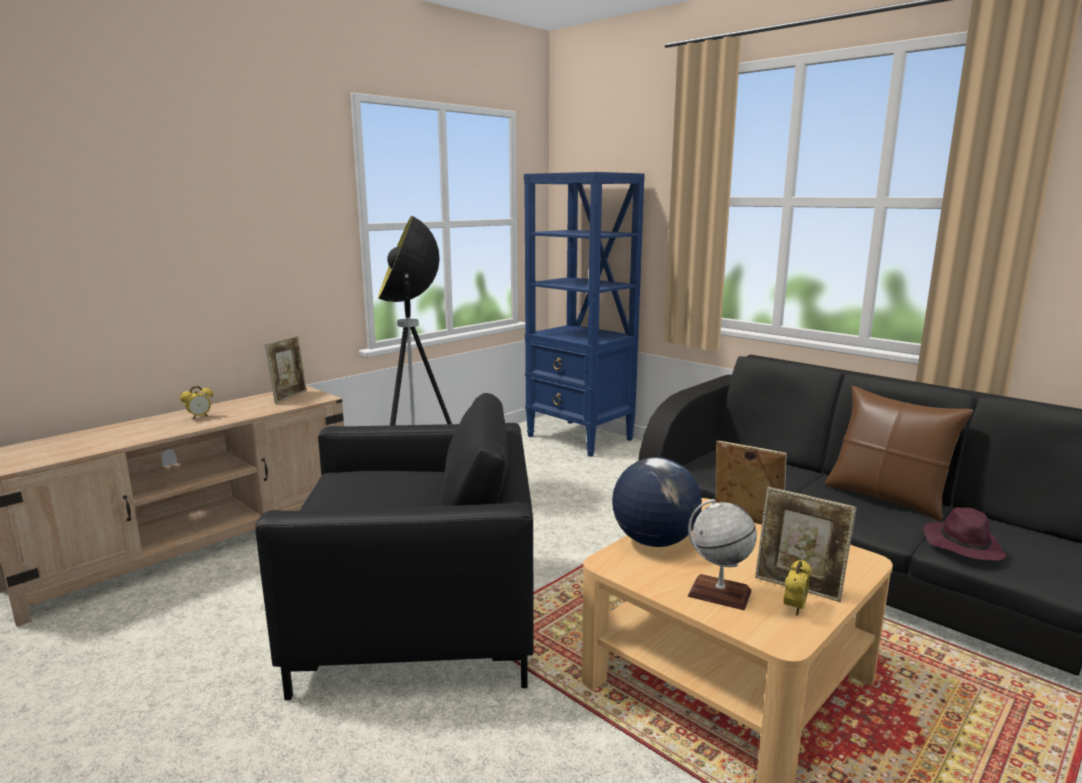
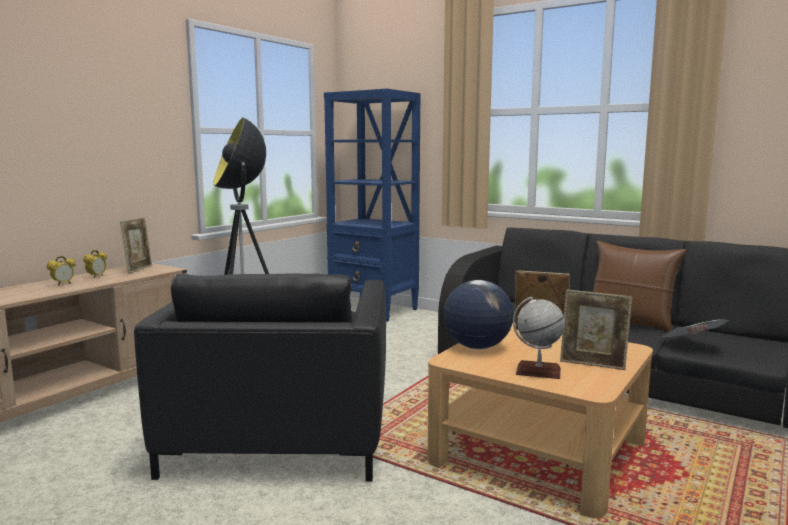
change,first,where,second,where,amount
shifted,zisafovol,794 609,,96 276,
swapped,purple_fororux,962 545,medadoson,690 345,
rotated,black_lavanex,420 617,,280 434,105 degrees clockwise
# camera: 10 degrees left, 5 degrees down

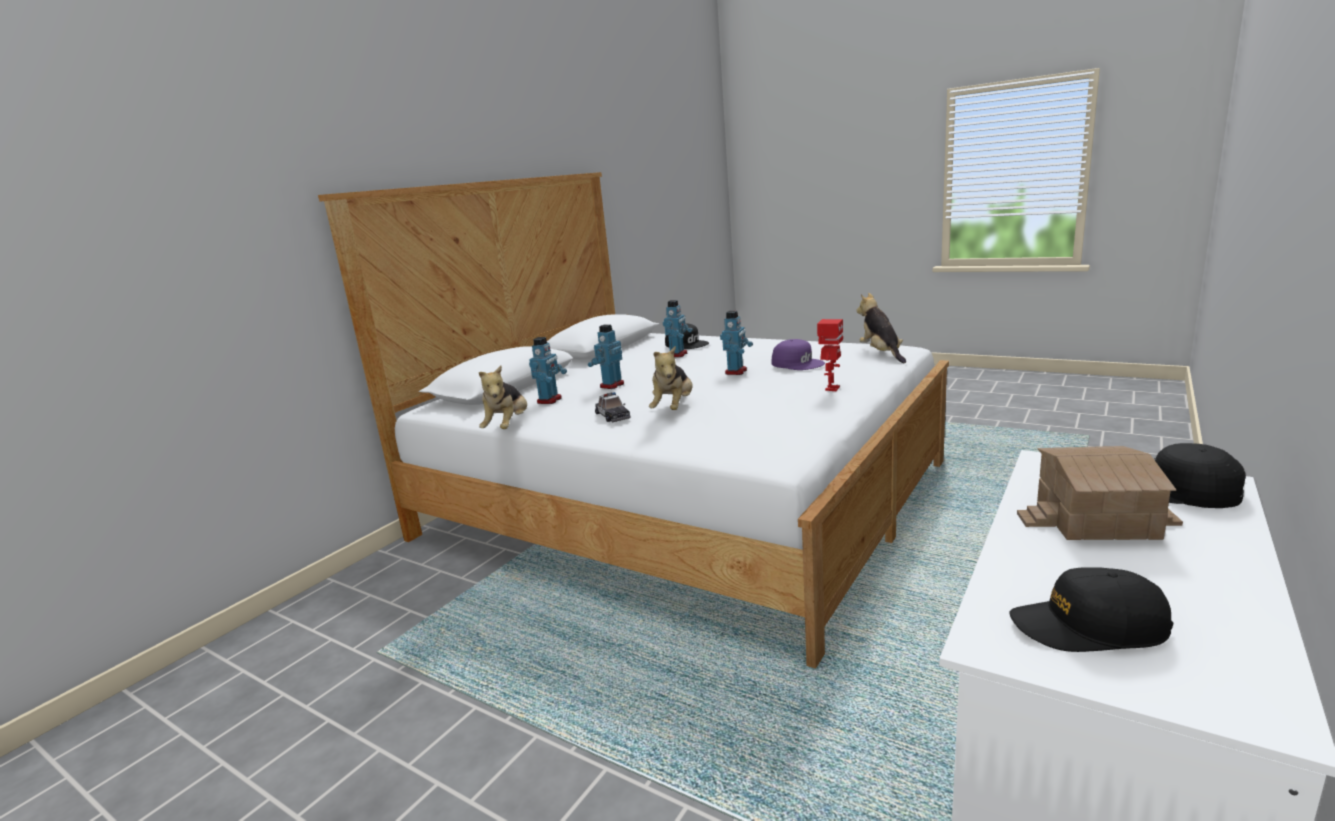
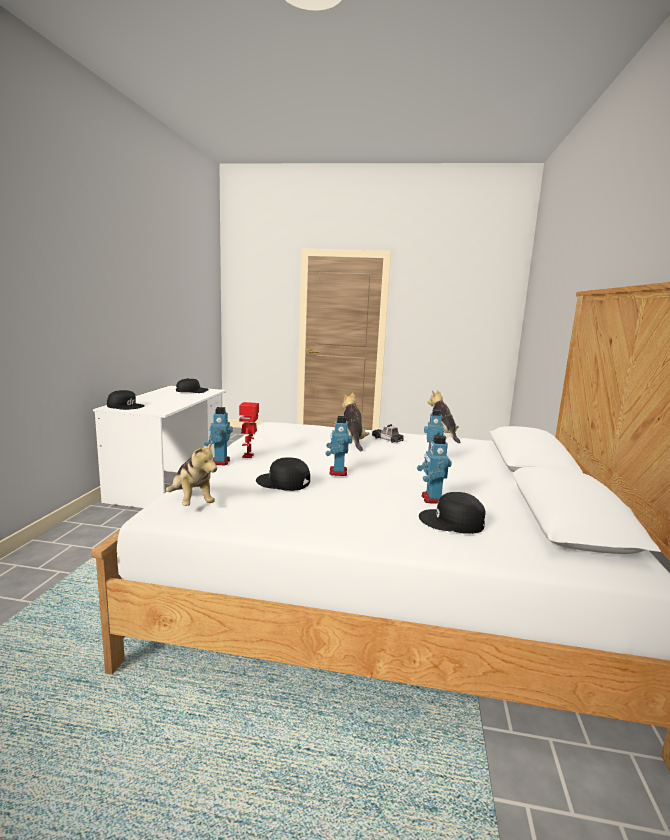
change,first,where,second,where,amount
gone,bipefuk,1097 520,,,
shifted,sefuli,550 400,,219 462,
repainted,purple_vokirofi,797 363,black_vokirofi,283 482,
# camera: 155 degrees right, 5 degrees down

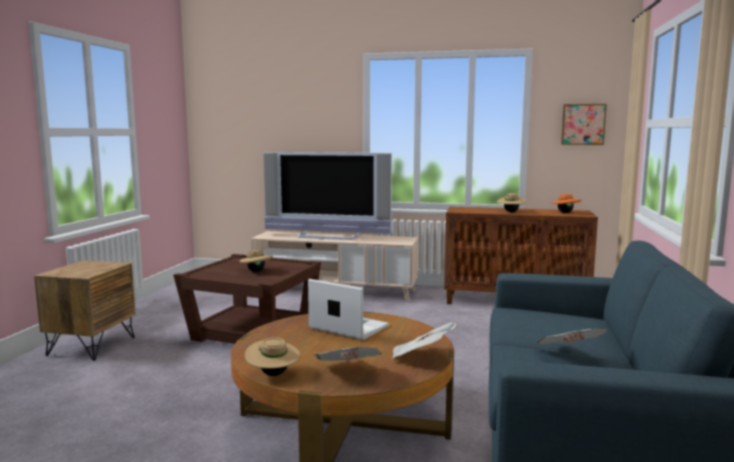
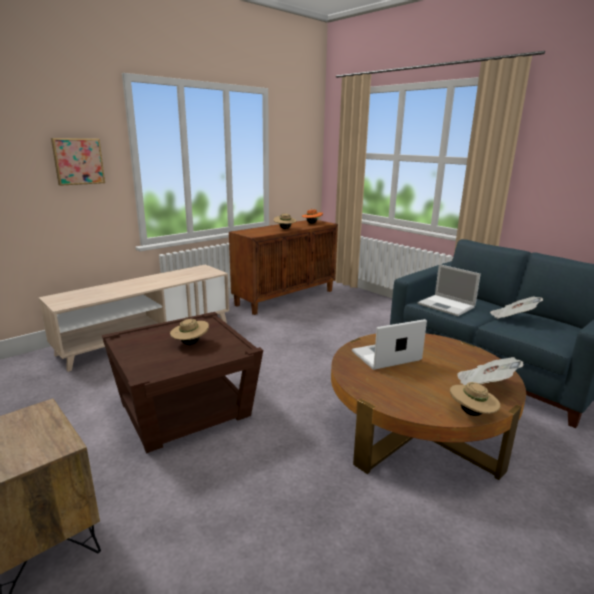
change,first,where,second,where,amount
gone,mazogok,328 236,,,
gone,medadoson,420 357,,,
new,,,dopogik,447 306,
shifted,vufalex,583 124,,78 161,
# camera: 55 degrees left, 10 degrees up

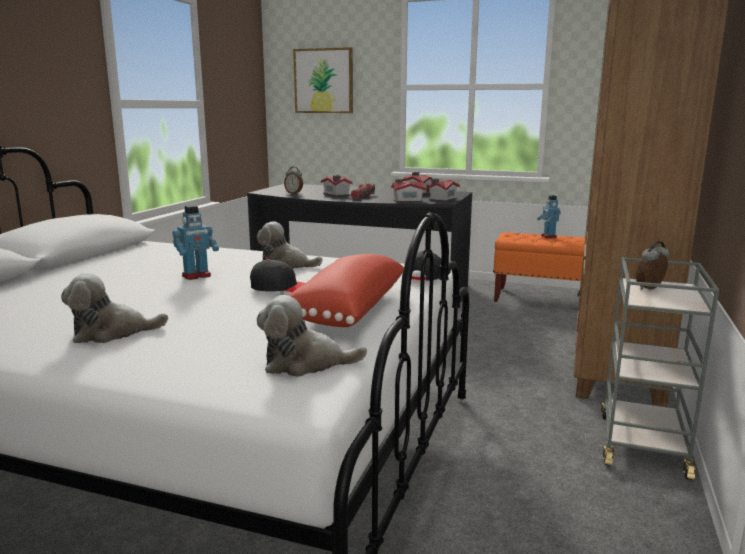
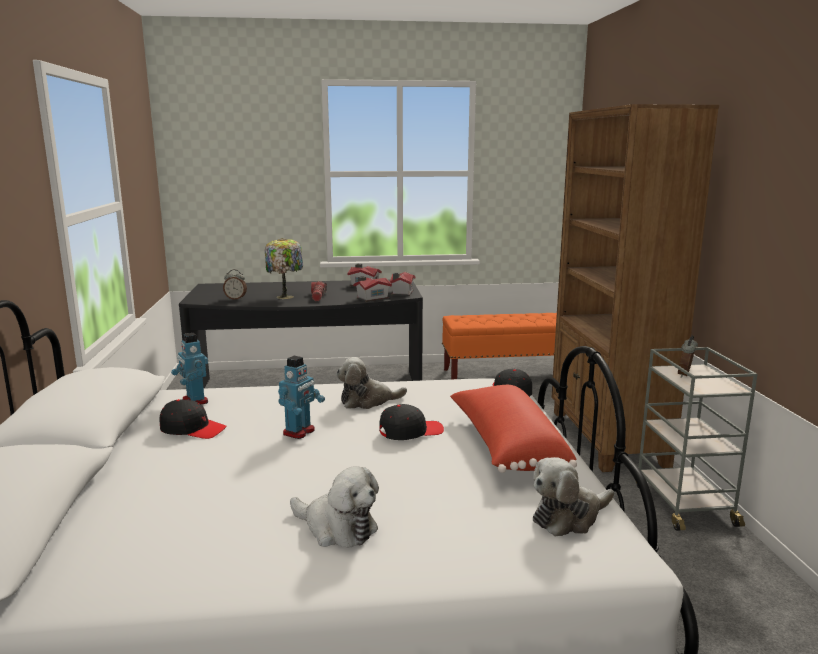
change,first,where,second,where,amount
gone,vufalex,323 81,,,
new,,,black_vokirofi,192 429,
shifted,sefuli,548 236,,194 401,
swapped,bipefuk,336 195,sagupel,286 297,
rotated,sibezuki,111 333,,337 528,105 degrees counterclockwise
# camera: 25 degrees left, 0 degrees up

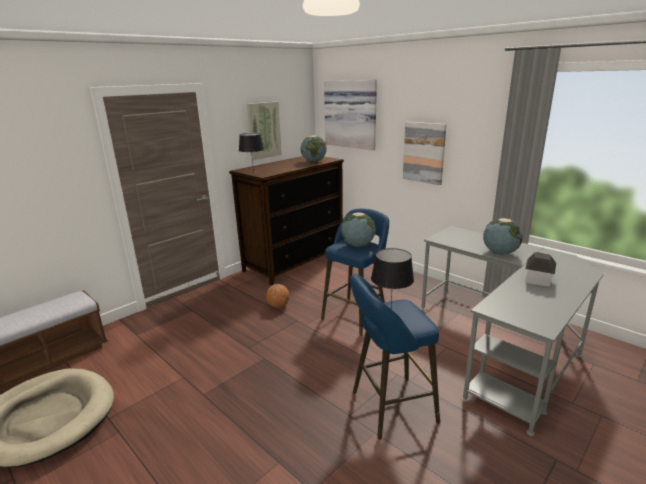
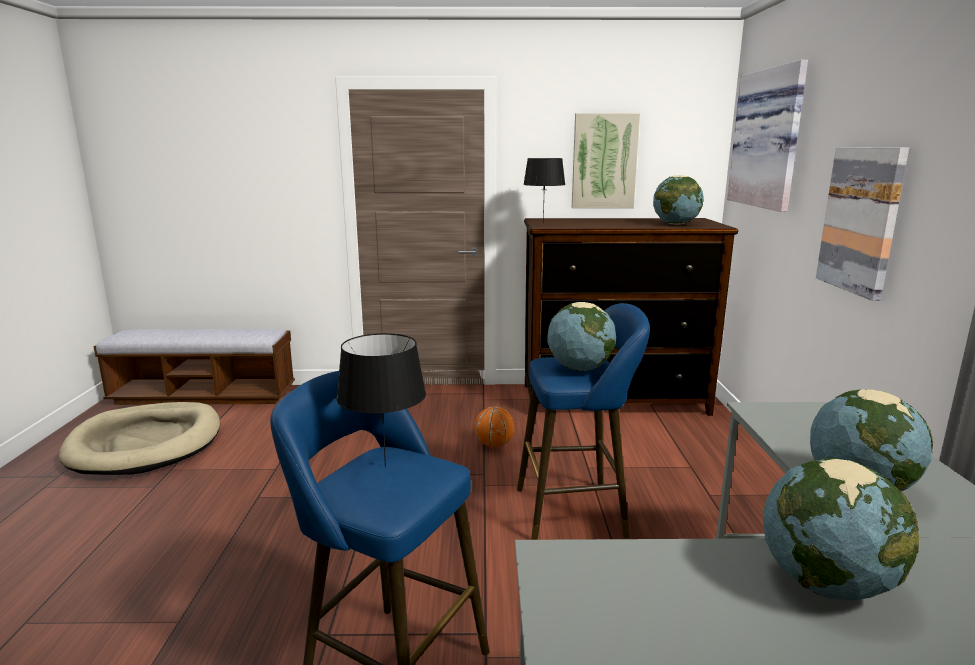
change,first,where,second,where,amount
swapped,bipefuk,538 280,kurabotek,826 583,
# camera: 45 degrees right, 5 degrees down

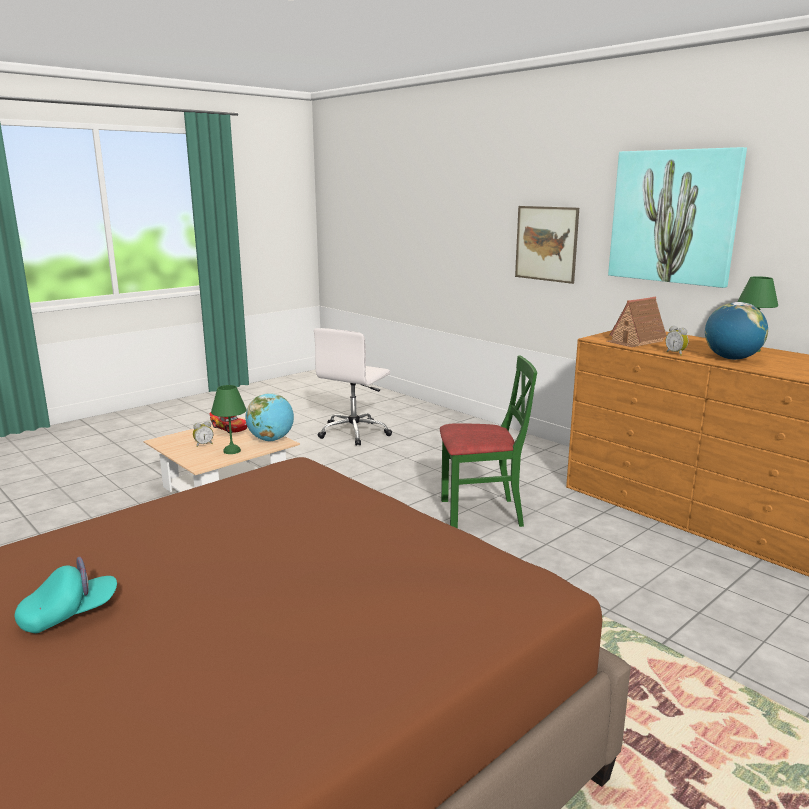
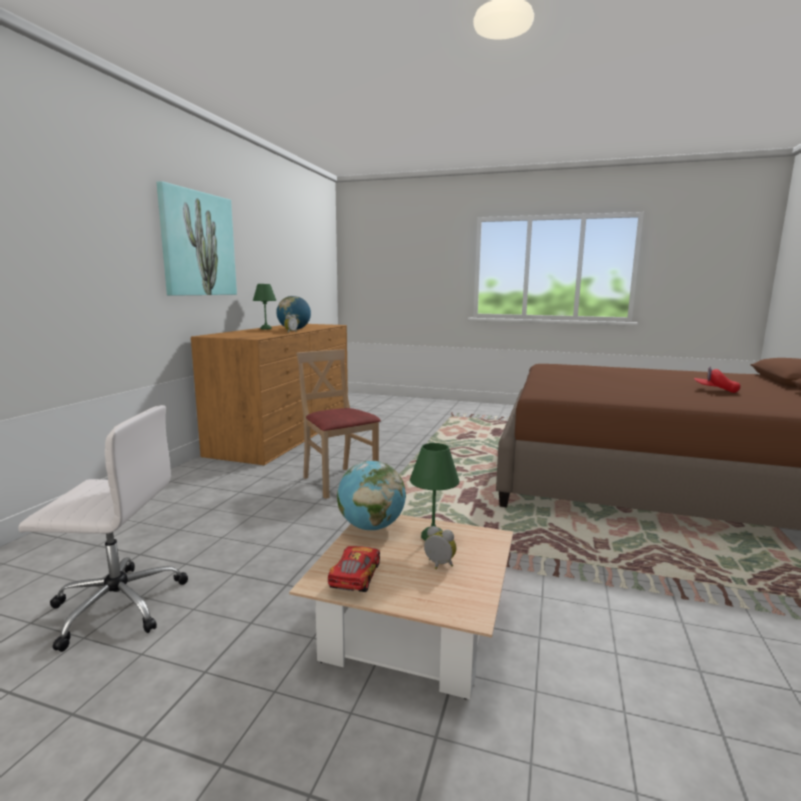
change,first,where,second,where,amount
gone,vufalex,546 243,,,
gone,bipefuk,635 341,,,
repainted,turquoise_vokirofi,69 615,red_vokirofi,715 390,
repainted,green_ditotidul,481 514,beige_ditotidul,338 482,
# camera: 120 degrees left, 5 degrees down

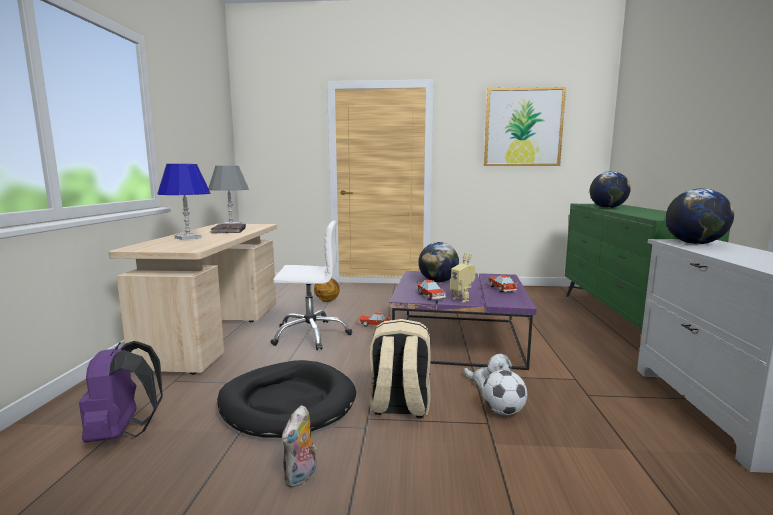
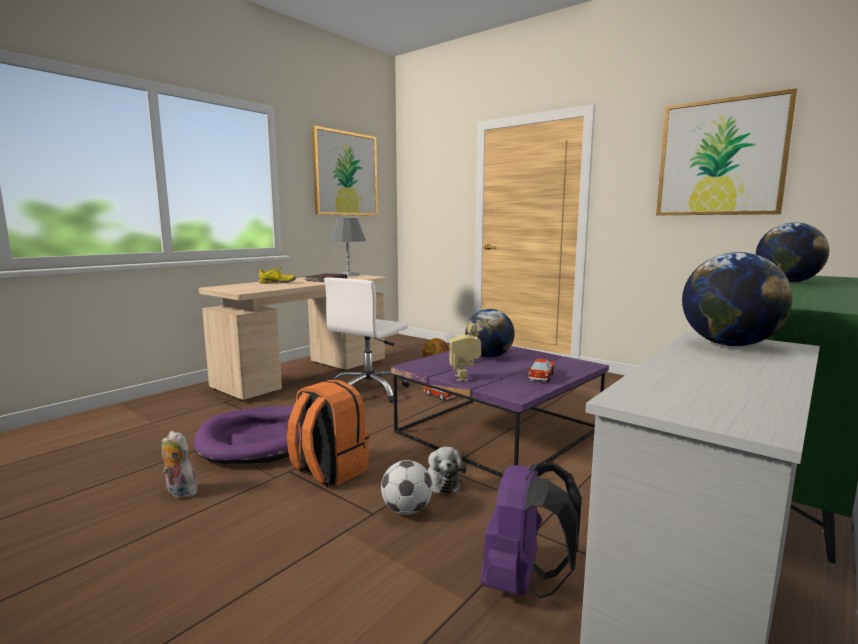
change,first,where,second,where,amount
gone,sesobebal,431 296,,,
new,,,vufalex,345 174,
shifted,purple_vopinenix,123 433,,523 583,
swapped,blue_sagupel,188 238,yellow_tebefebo,277 283,
repainted,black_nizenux,287 403,purple_nizenux,259 439,
repainted,beige_vopinenix,399 406,orange_vopinenix,328 471,
rotated,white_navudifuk,311 335,,368 391,90 degrees clockwise
rotated,sibezuki,301 477,,179 493,60 degrees clockwise
# camera: 35 degrees right, 0 degrees up

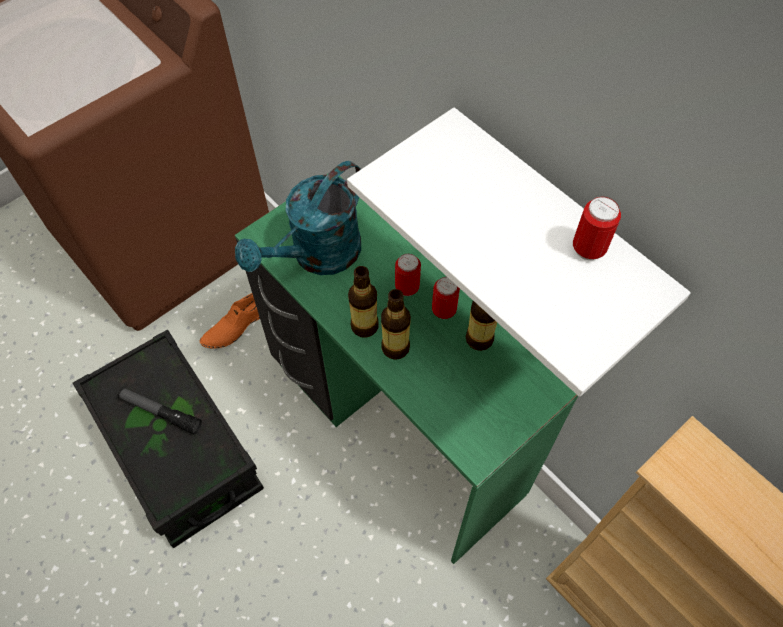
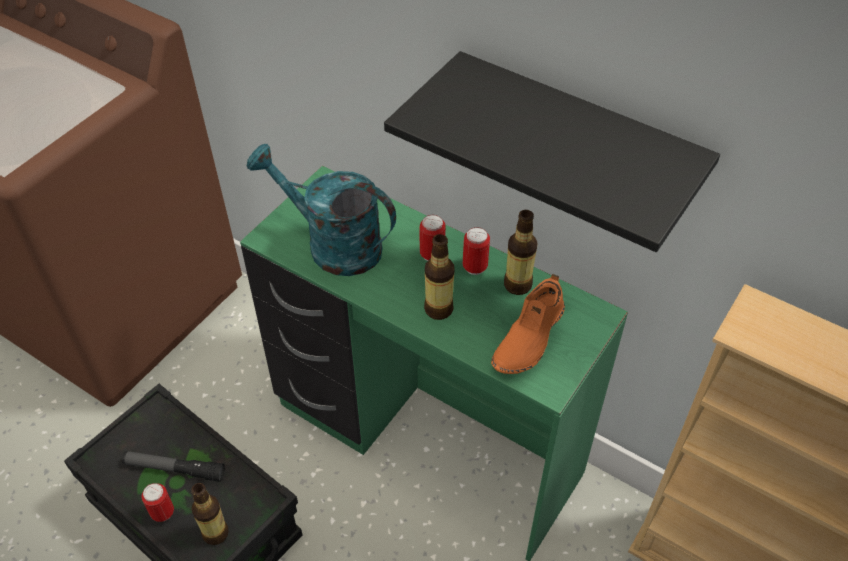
change,first,where,second,where,amount
shifted,orange_tebefebo,235 326,,528 337,
shifted,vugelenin,364 326,,215 533,
shifted,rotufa,588 249,,163 513,
repainted,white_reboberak,552 229,black_reboberak,575 143,
rotated,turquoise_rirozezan,317 256,,332 244,90 degrees clockwise
# camera: 15 degrees left, 10 degrees down

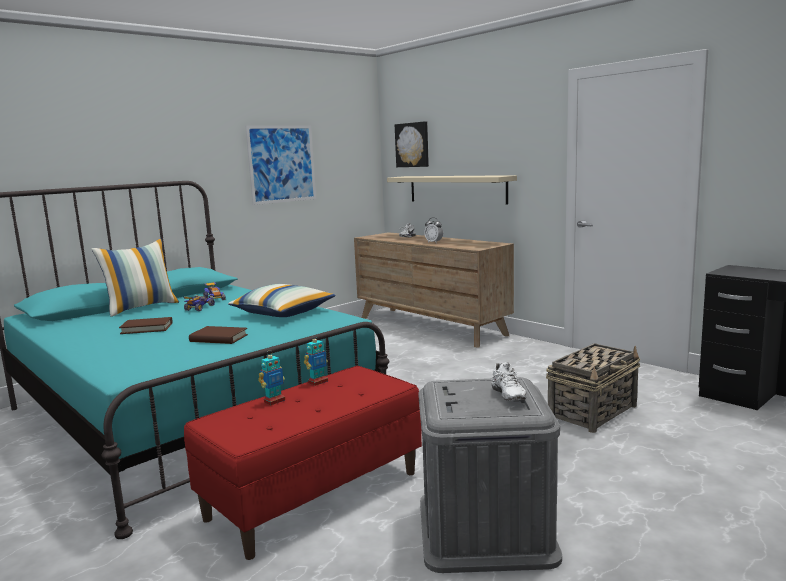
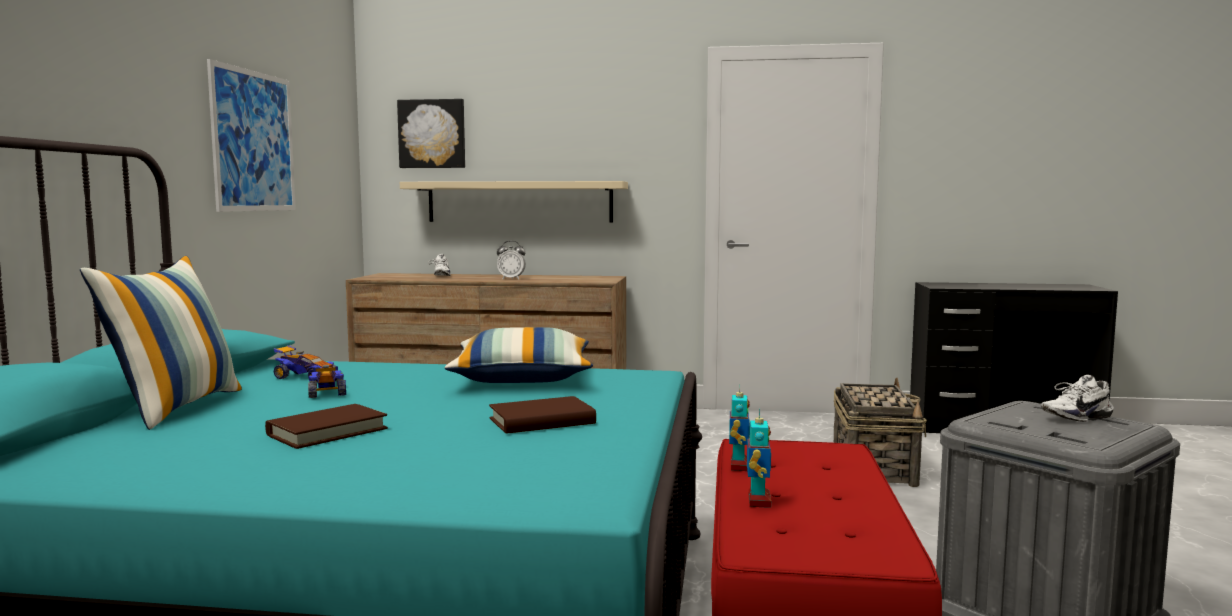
change,first,where,second,where,amount
rotated,white_tebefebo,506 396,,1074 417,120 degrees clockwise
# camera: 40 degrees left, 5 degrees down

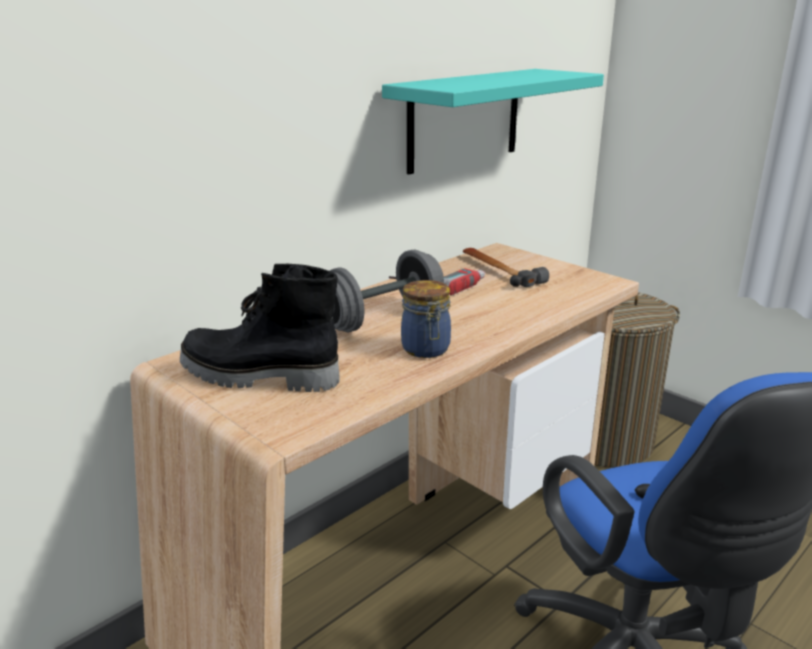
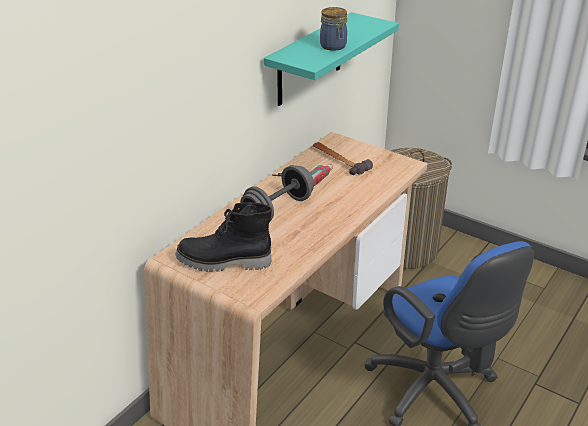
change,first,where,second,where,amount
shifted,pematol,426 350,,333 46,
# camera: 10 degrees left, 10 degrees up

